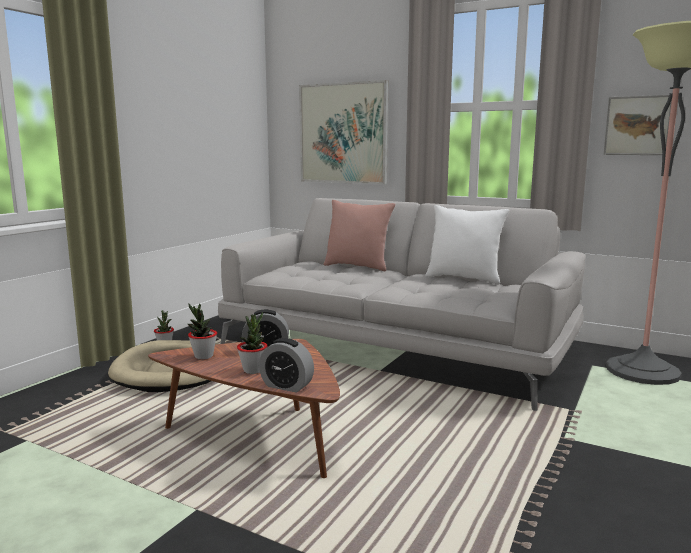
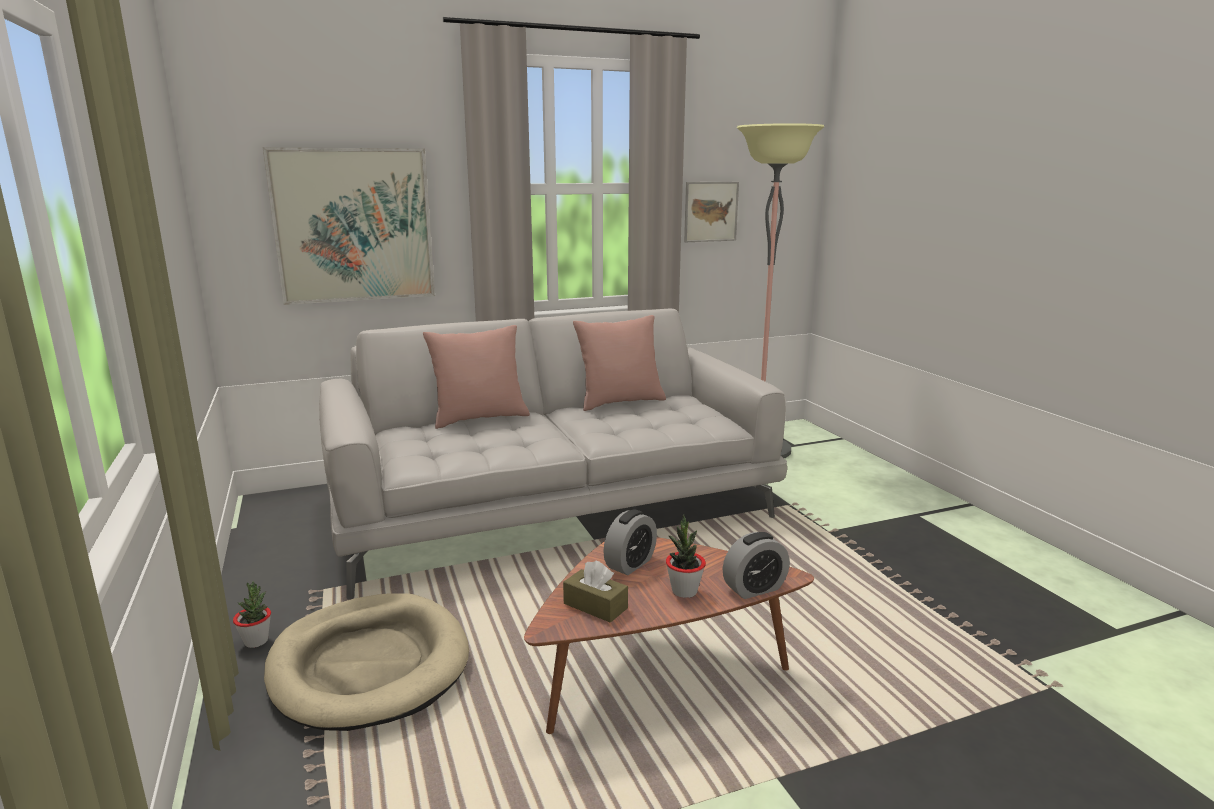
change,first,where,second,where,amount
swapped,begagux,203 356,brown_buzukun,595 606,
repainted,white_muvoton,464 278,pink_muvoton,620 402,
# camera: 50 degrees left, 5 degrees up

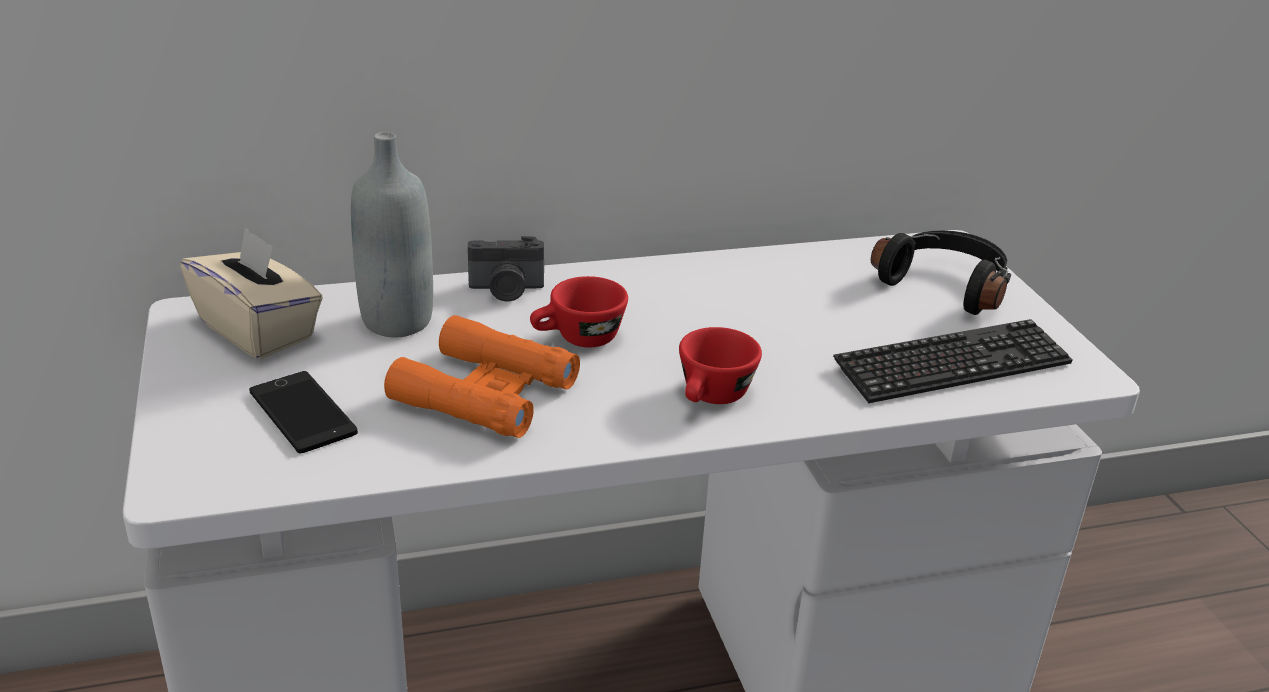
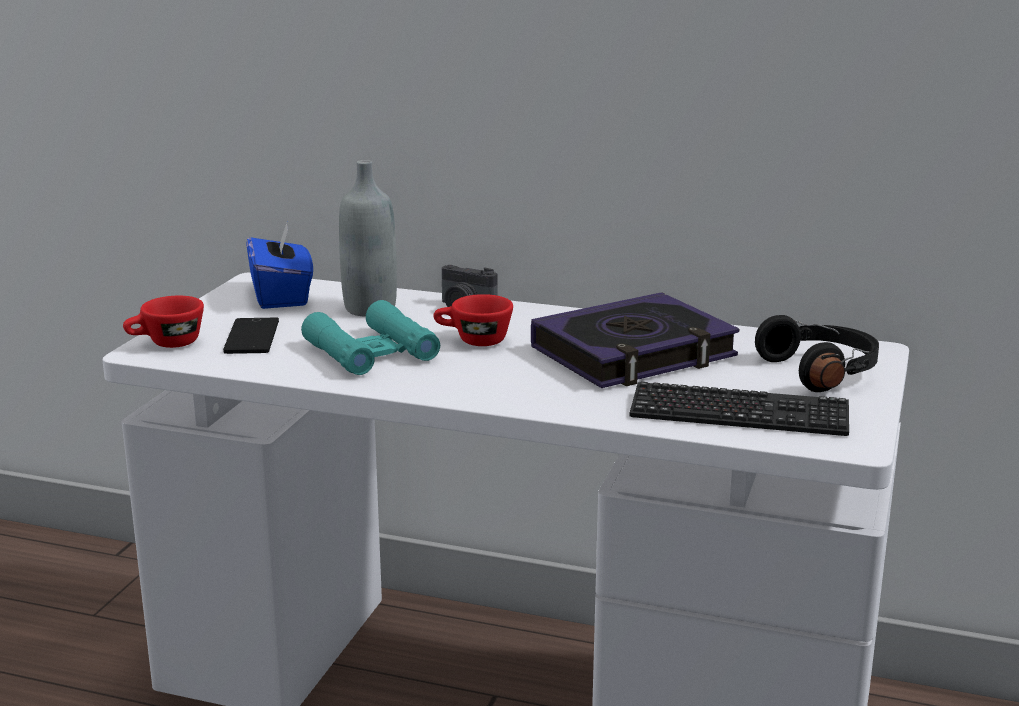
change,first,where,second,where,amount
new,,,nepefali,633 353,
shifted,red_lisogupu,712 398,,166 344,
repainted,beige_buzukun,258 330,blue_buzukun,282 296,
repainted,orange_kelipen,485 393,turquoise_kelipen,371 352,
# camera: 35 degrees right, 10 degrees down

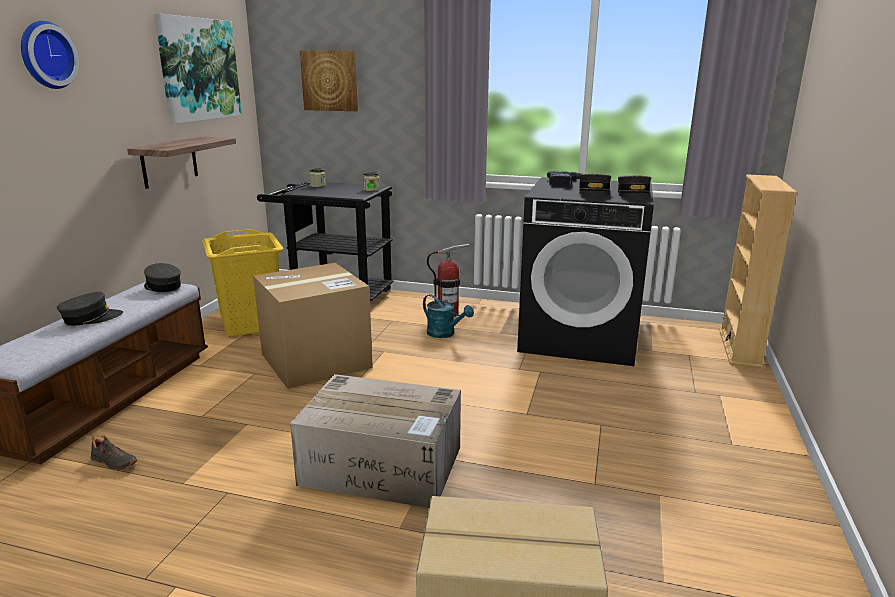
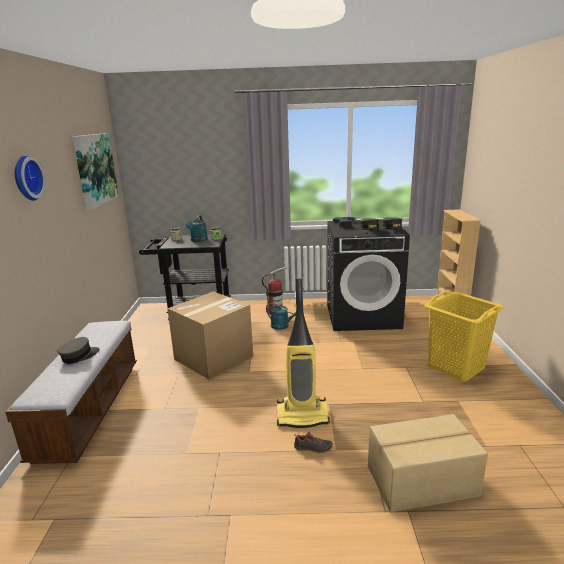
change,first,where,second,where,amount
gone,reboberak,169 162,,,
gone,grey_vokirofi,162 286,,,
gone,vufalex,330 80,,,
new,,,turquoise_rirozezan,198 240,
shifted,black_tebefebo,113 463,,313 448,
shifted,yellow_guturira,251 324,,456 367,
swapped,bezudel,384 466,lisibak,302 416,
# camera: 15 degrees left, 0 degrees up

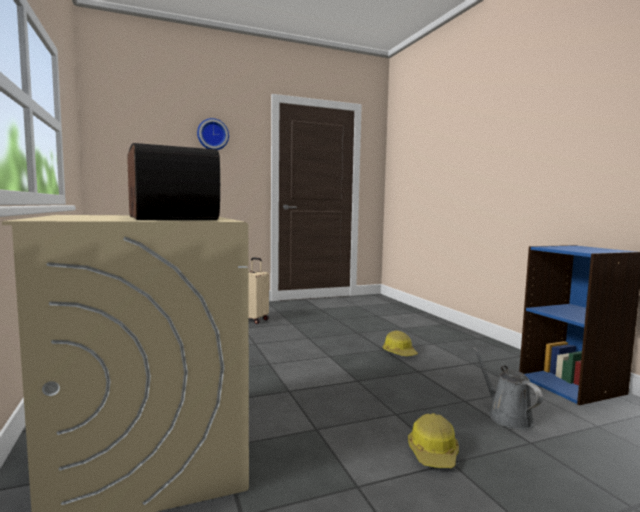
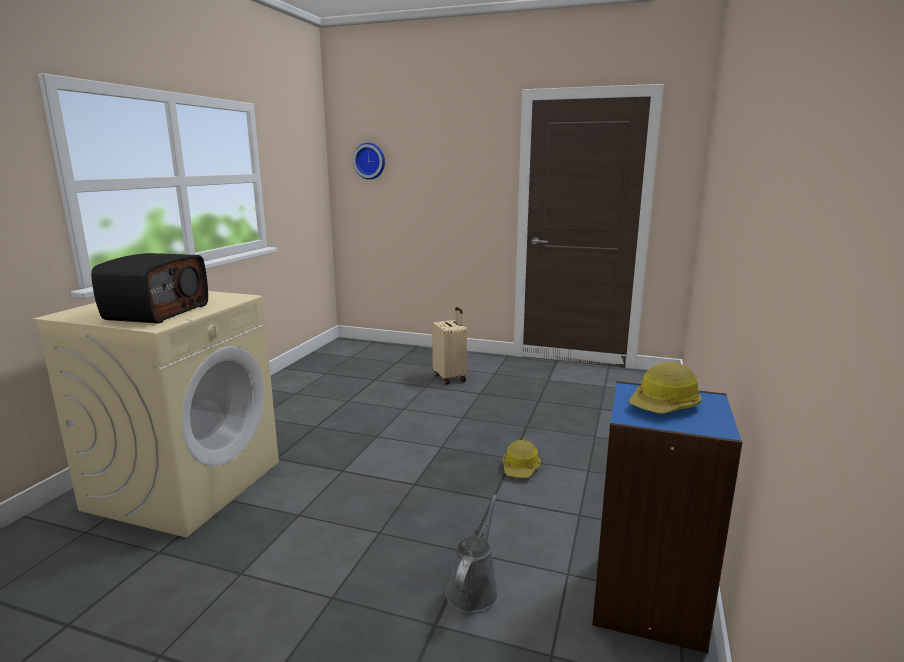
change,first,where,second,where,amount
shifted,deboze,212 134,,370 161,
shifted,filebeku,434 453,,664 405,
# camera: 40 degrees right, 10 degrees up

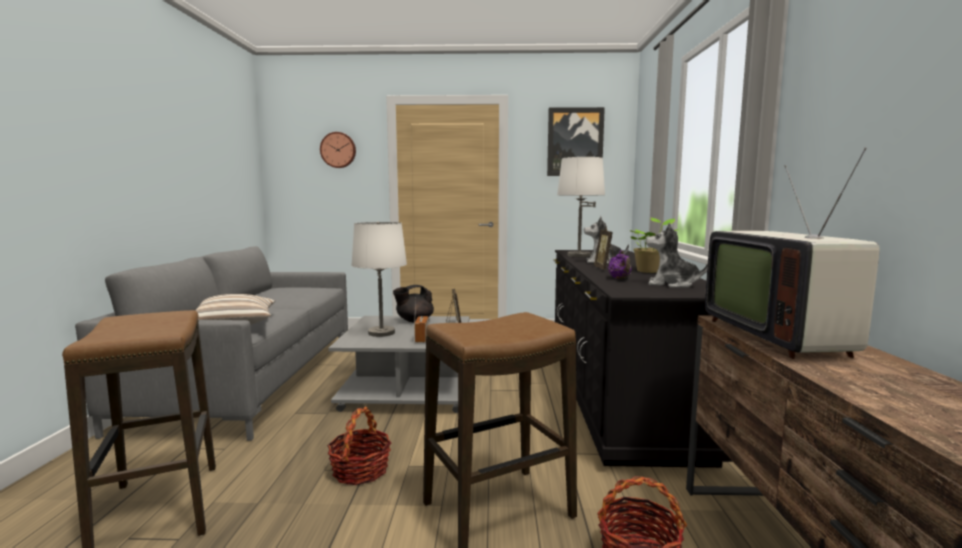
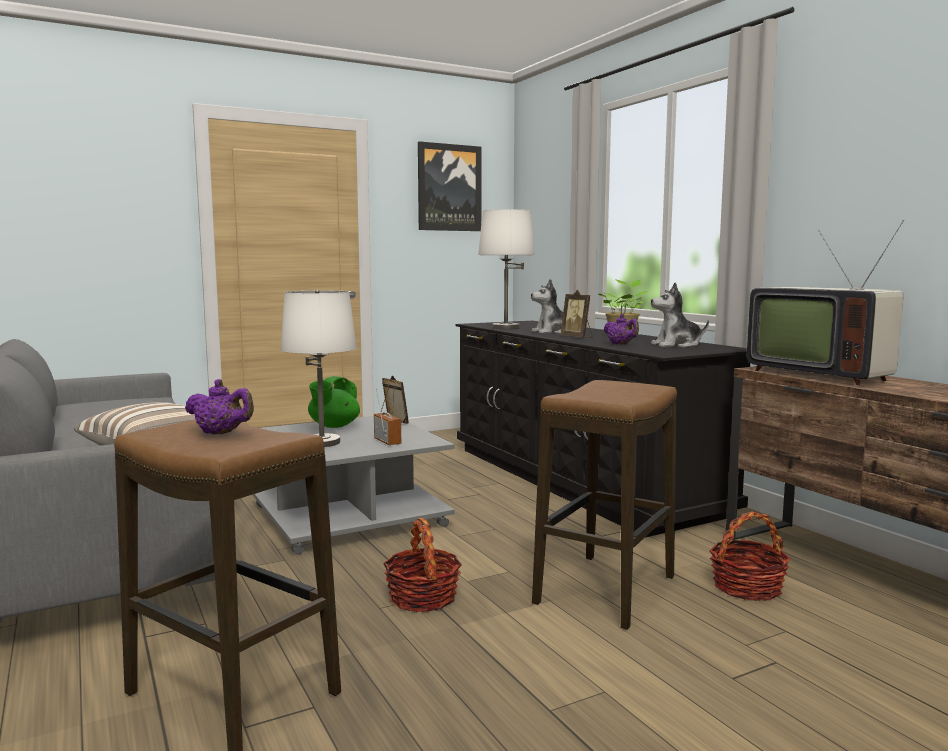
change,first,where,second,where,amount
gone,deboze,338 150,,,
new,,,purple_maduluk,221 433,
repainted,black_maduluk,414 320,green_maduluk,333 426,
# camera: 30 degrees left, 0 degrees up

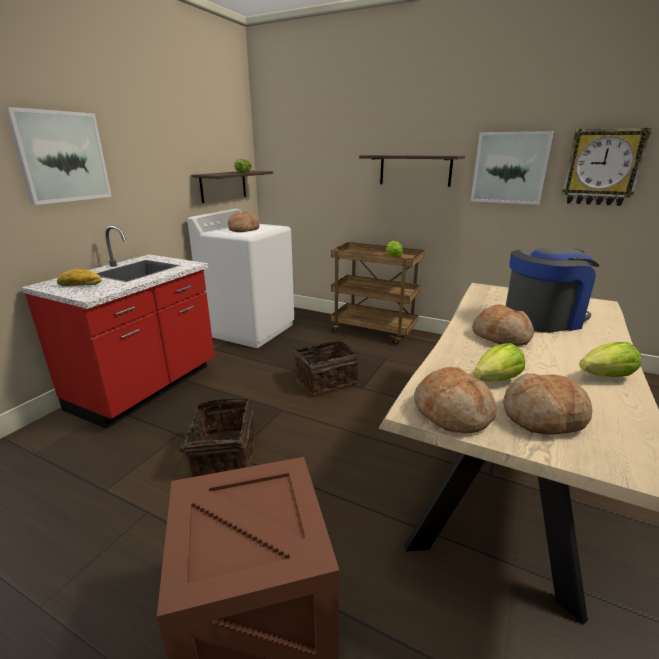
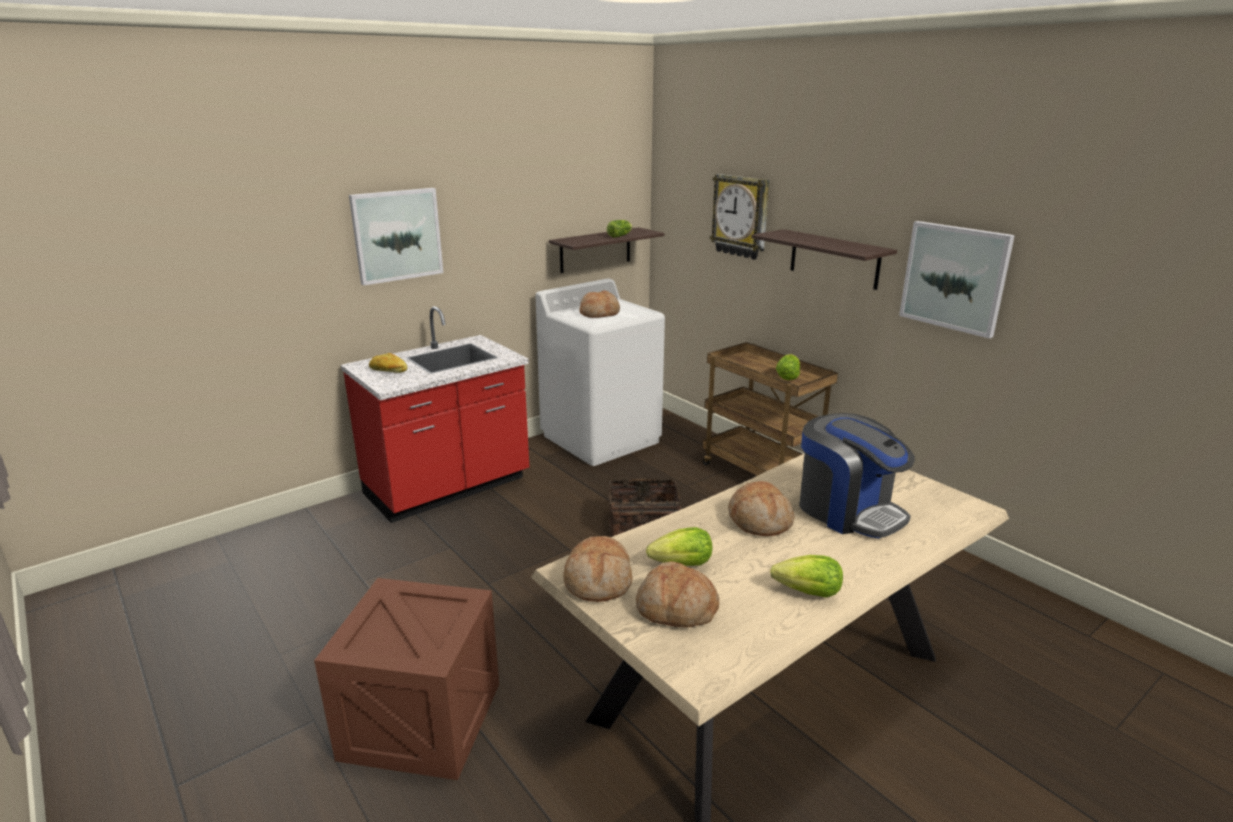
change,first,where,second,where,amount
gone,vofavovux,223 455,,,
shifted,deboze,602 167,,741 216,
rotated,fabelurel,543 319,,848 511,45 degrees clockwise
# camera: 25 degrees right, 0 degrees up

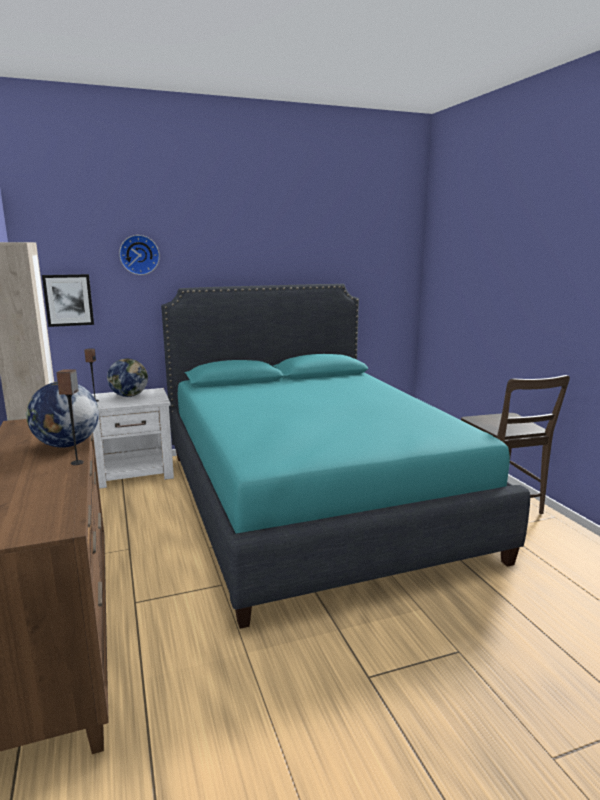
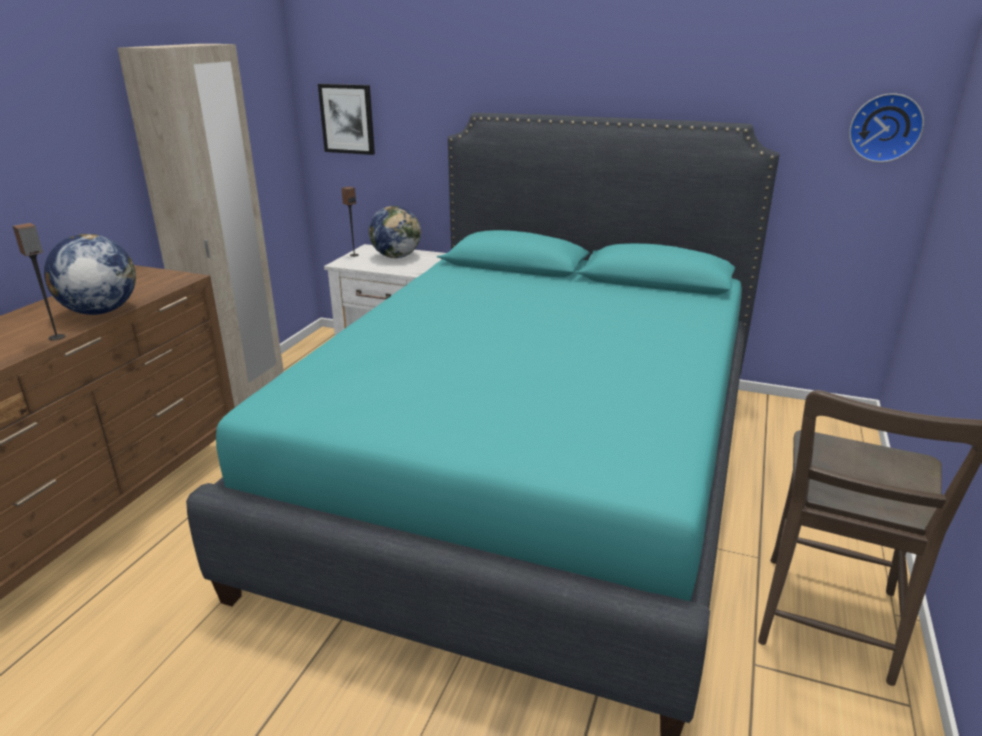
change,first,where,second,where,amount
shifted,deboze,139 255,,885 127,
# camera: 40 degrees right, 10 degrees up

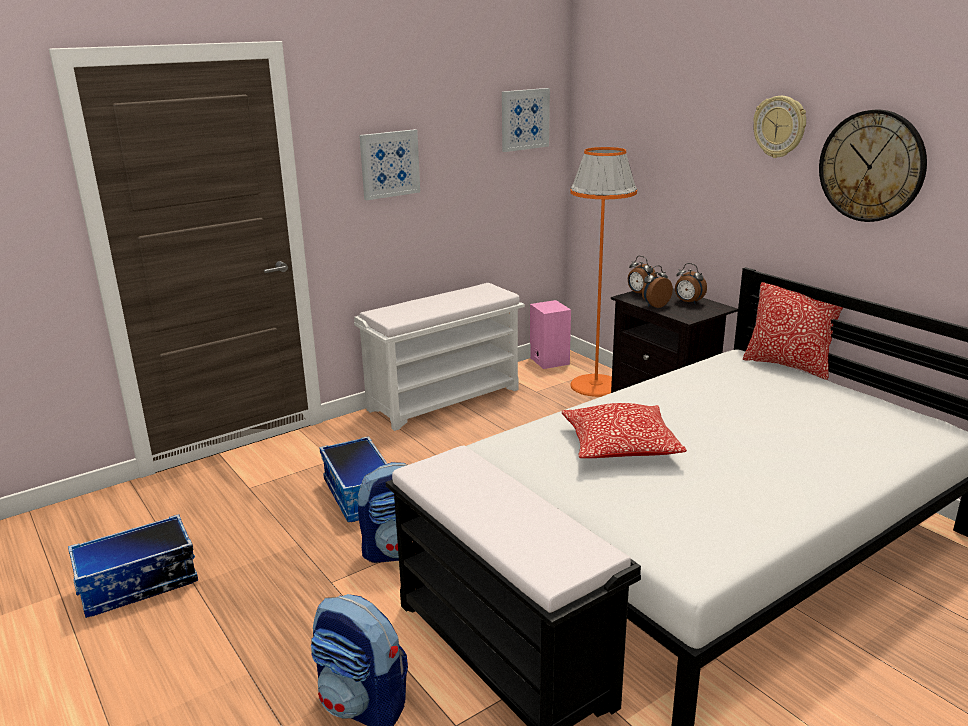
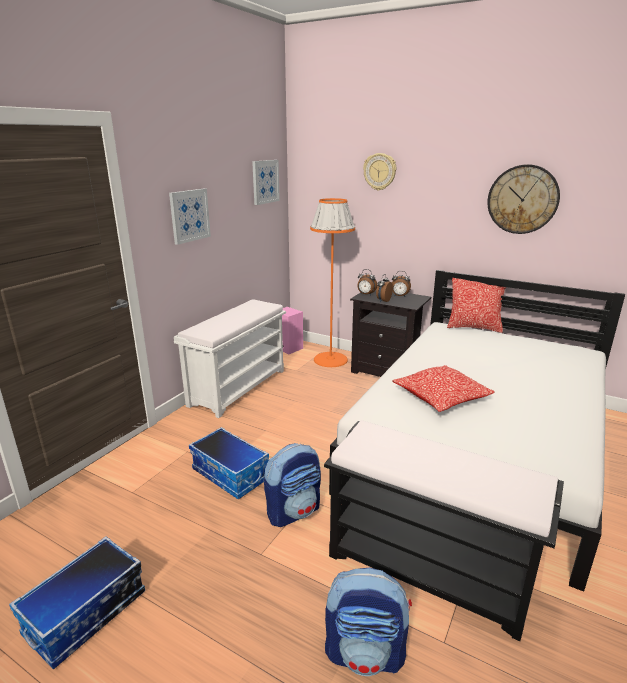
change,first,where,second,where,amount
shifted,deboze,780 127,,379 171,
# camera: 25 degrees left, 0 degrees up

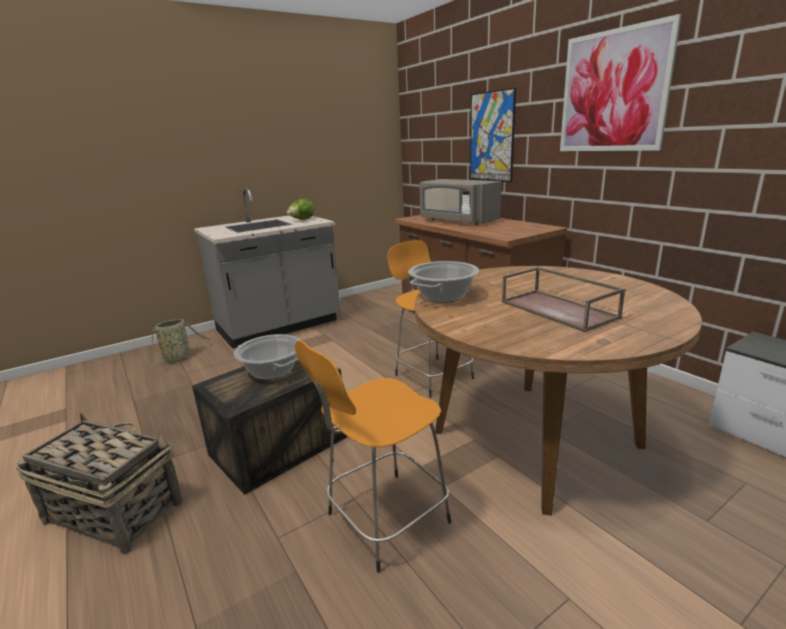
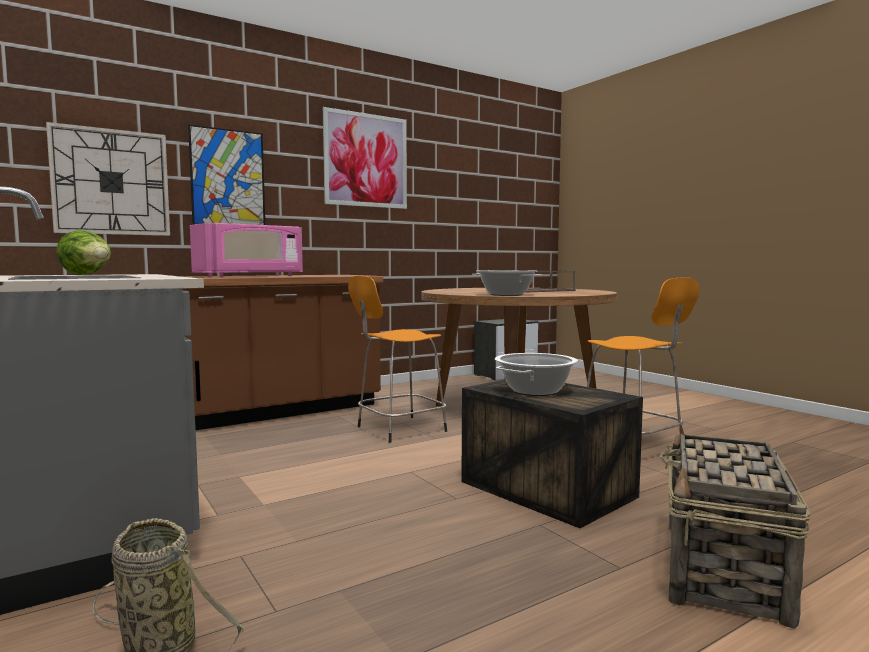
change,first,where,second,where,amount
new,,,deboze,111 182,
repainted,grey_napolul,457 221,pink_napolul,251 276,
# camera: 90 degrees left, 15 degrees down

